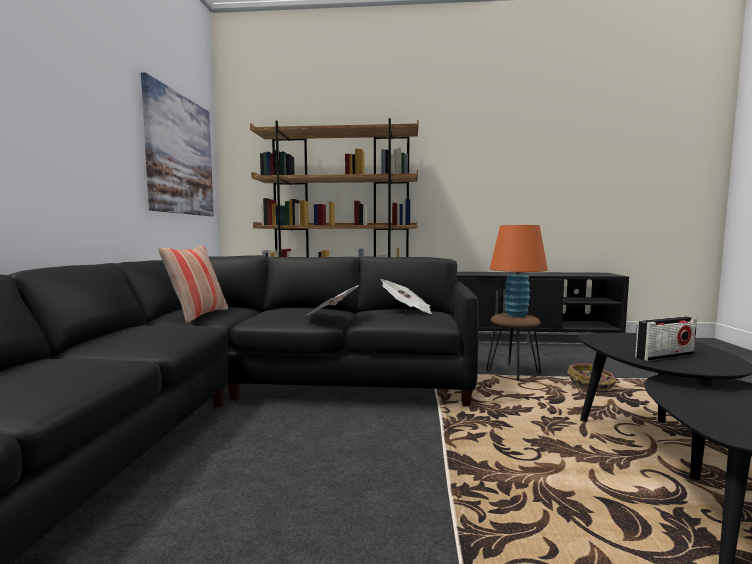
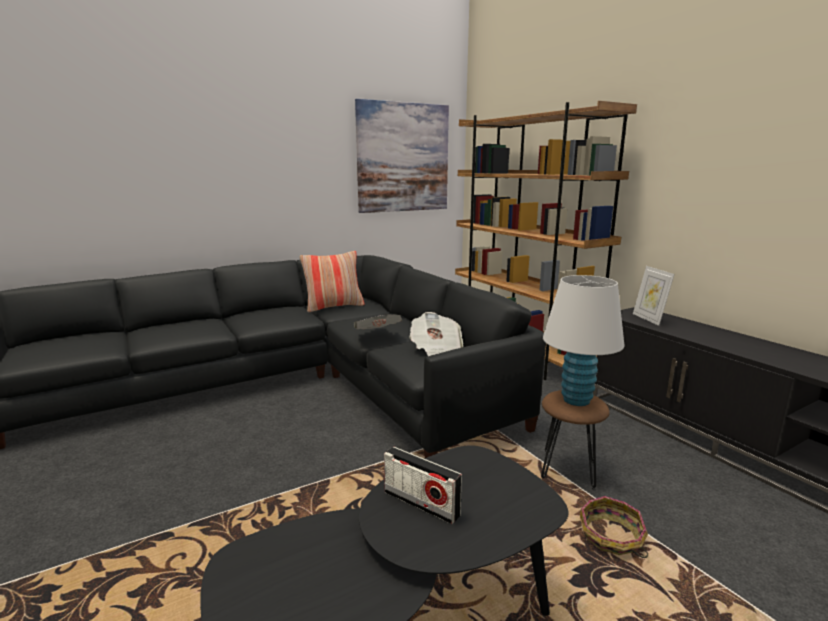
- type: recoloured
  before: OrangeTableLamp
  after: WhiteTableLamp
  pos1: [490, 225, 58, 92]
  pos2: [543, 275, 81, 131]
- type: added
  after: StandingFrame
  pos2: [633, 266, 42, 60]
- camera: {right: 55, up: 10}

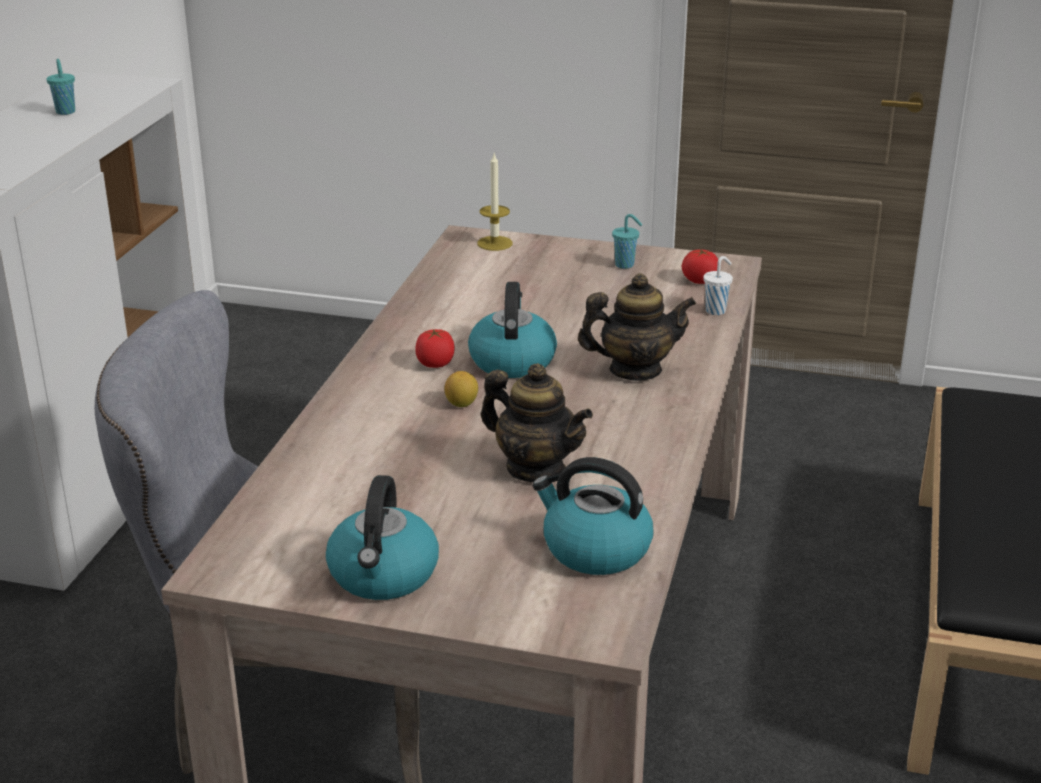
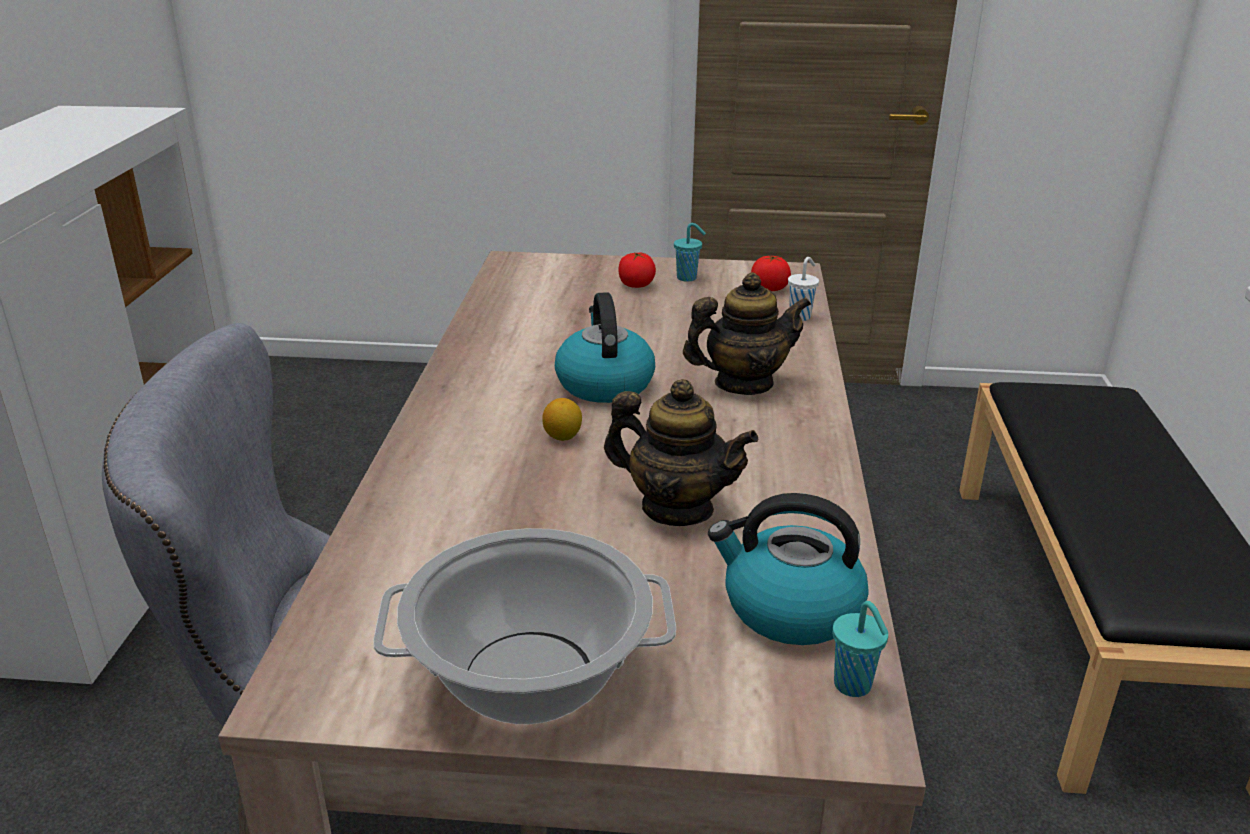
- type: moved
  before: BlueGreenCup
  pos1: [47, 59, 28, 56]
  pos2: [833, 601, 55, 96]
- type: removed
  before: WaxLight
  pos1: [477, 154, 36, 97]
- type: moved
  before: WholeTomato
  pos1: [415, 329, 40, 39]
  pos2: [618, 252, 38, 36]
- type: replaced
  before: WaterKettle
  after: Stockpot
  pos1: [326, 475, 113, 125]
  pos2: [373, 528, 303, 196]
- camera: {right: -10, up: 0}

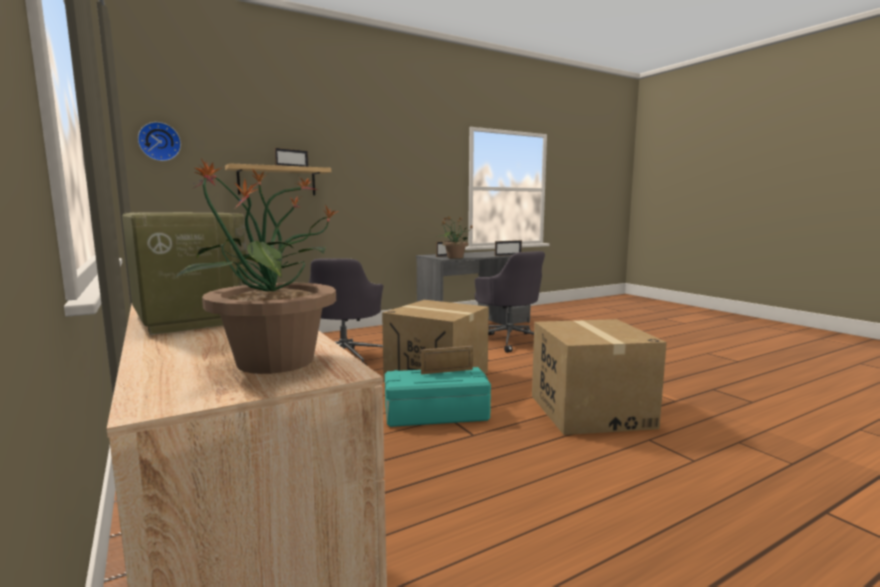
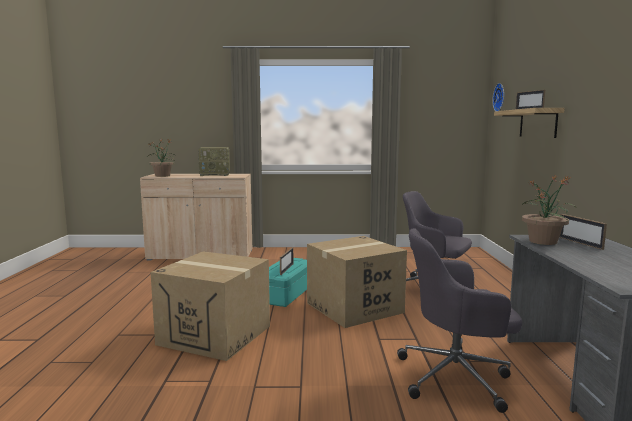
- type: removed
  before: StandingFrame
  pos1: [495, 240, 27, 16]
- camera: {right: 120, up: 0}

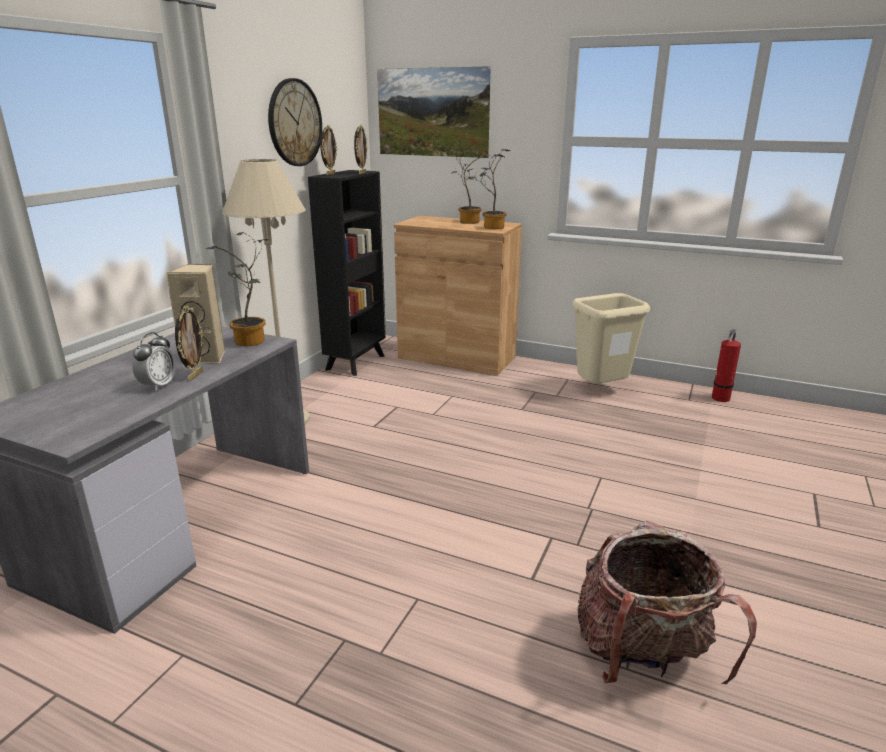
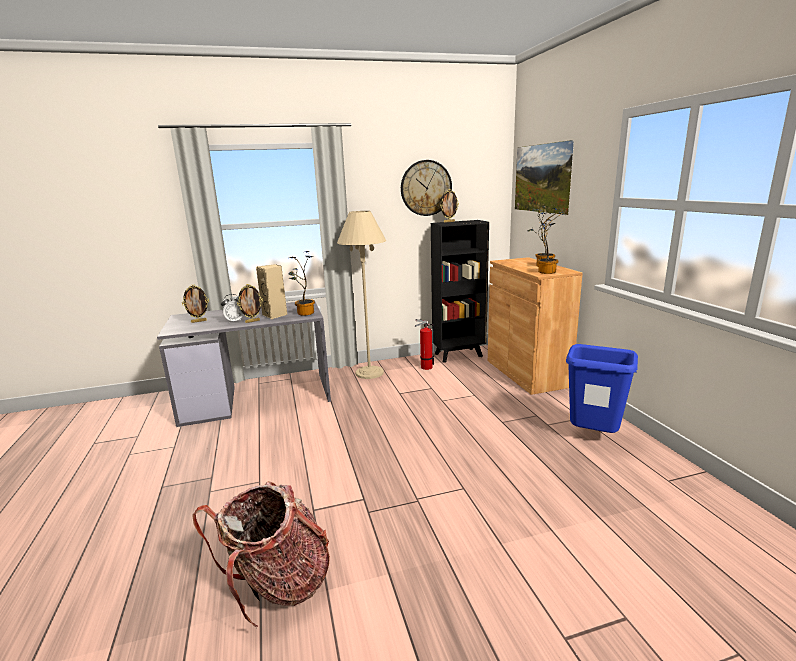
- type: moved
  before: StandingFrame
  pos1: [354, 125, 14, 49]
  pos2: [182, 285, 27, 38]
- type: recoloured
  before: BeigeRubbishBin
  after: BlueRubbishBin
  pos1: [572, 293, 78, 91]
  pos2: [566, 344, 72, 89]
- type: moved
  before: FireExtinguisher
  pos1: [712, 329, 29, 73]
  pos2: [414, 319, 20, 51]
- camera: {right: 50, up: -5}

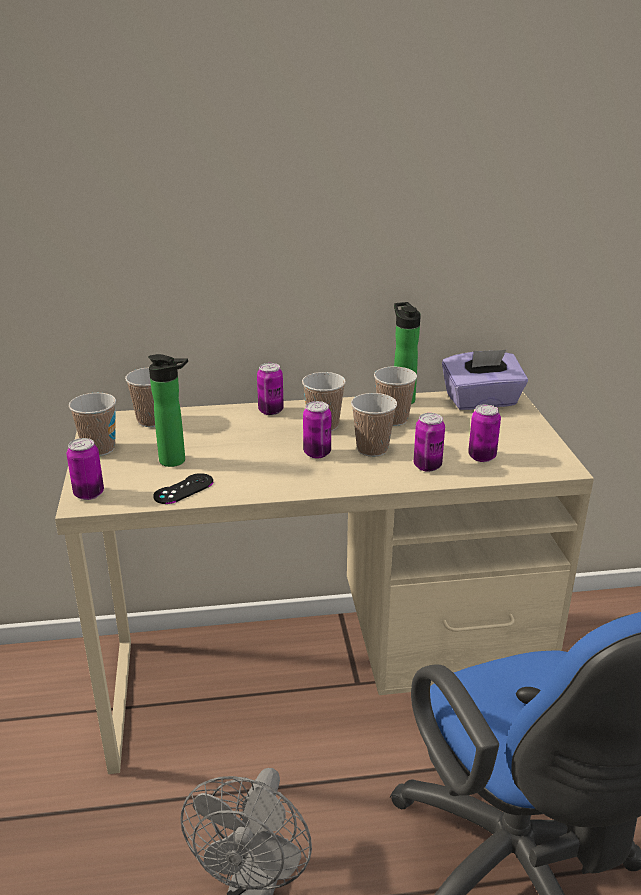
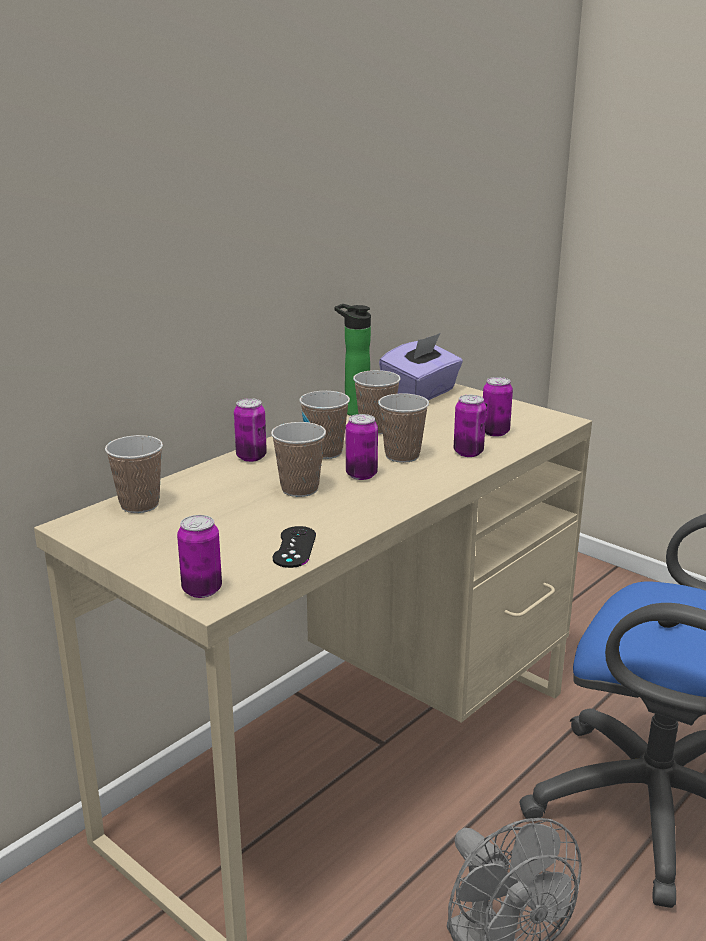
- type: removed
  before: DrinkBottle
  pos1: [148, 354, 40, 113]
- type: moved
  before: Cup
  pos1: [69, 393, 47, 63]
  pos2: [271, 422, 55, 75]
- camera: {right: -40, up: -5}

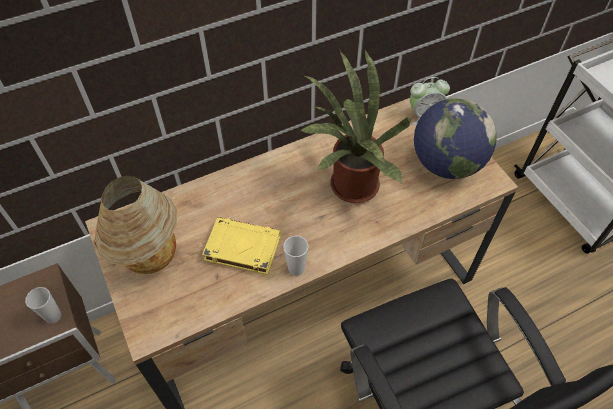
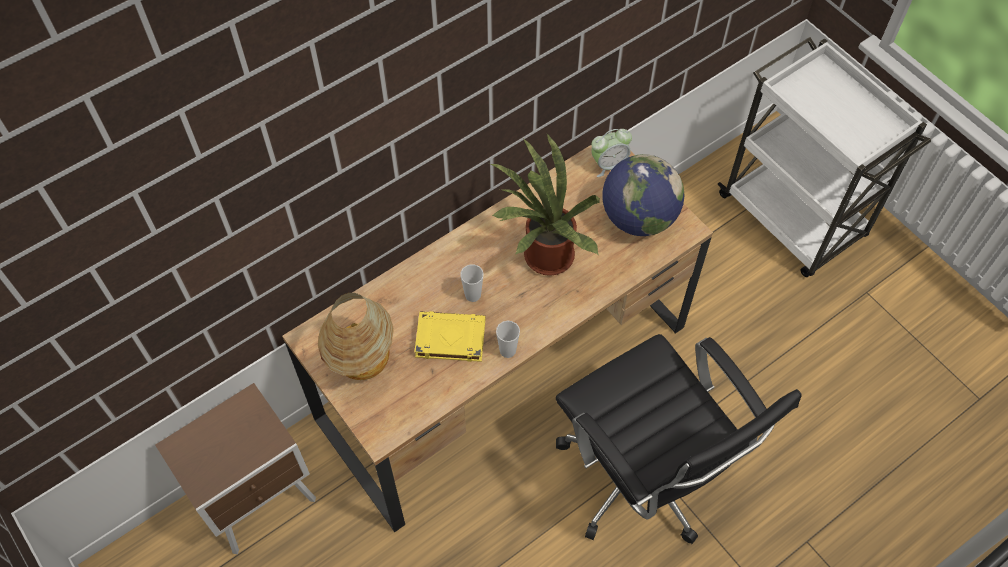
- type: moved
  before: Cup
  pos1: [25, 287, 37, 37]
  pos2: [460, 264, 24, 38]
- camera: {right: -10, up: 5}

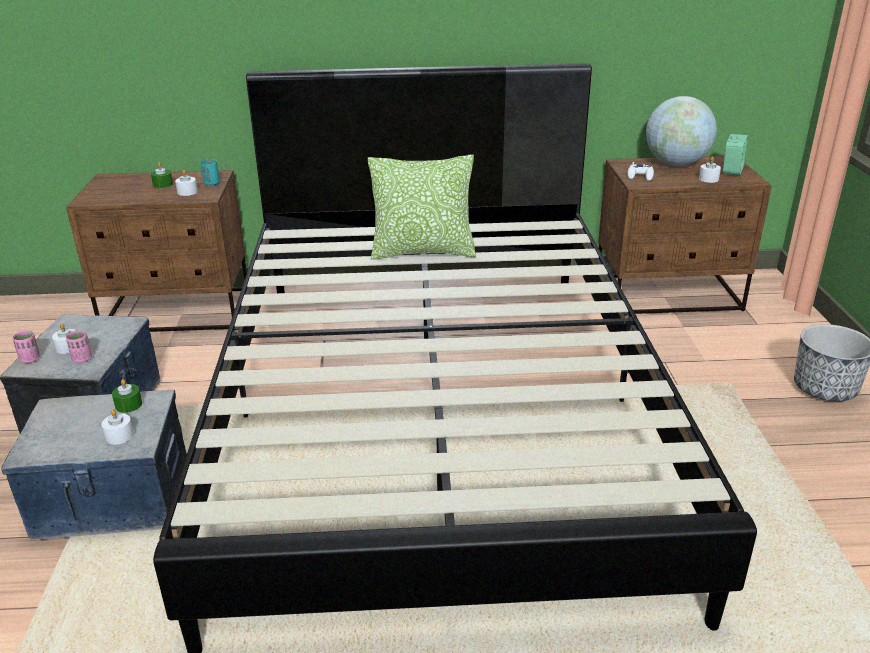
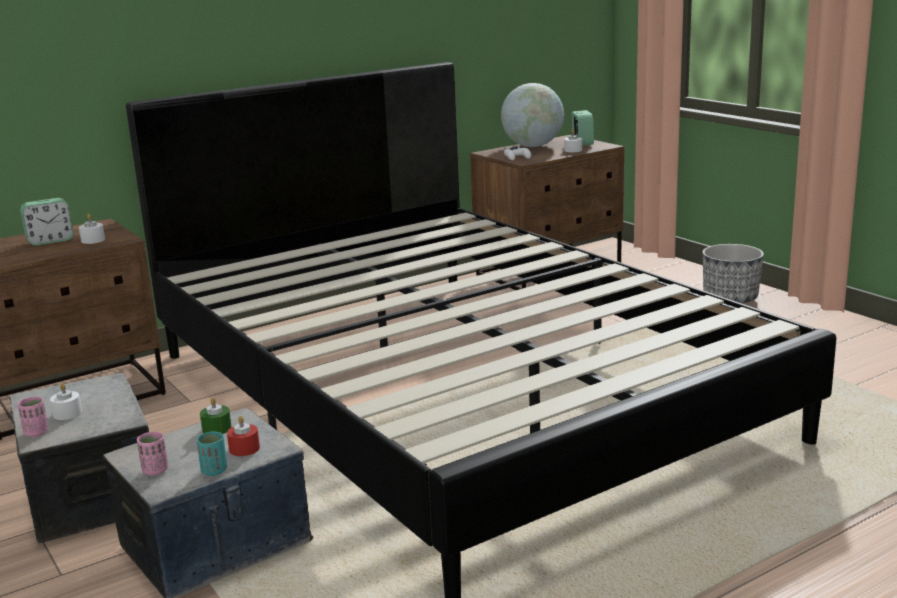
- type: removed
  before: ThrowPillow
  pos1: [368, 154, 108, 106]
- type: moved
  before: BlueGreenCup
  pos1: [200, 159, 20, 27]
  pos2: [197, 431, 30, 45]
- type: replaced
  before: GreenWaxLight
  after: TableClock
  pos1: [151, 163, 22, 25]
  pos2: [20, 198, 54, 48]
- type: moved
  before: PinkColouredCup
  pos1: [66, 330, 26, 33]
  pos2: [137, 432, 31, 44]
- type: recoloured
  before: WhiteWaxLight
  after: RedWaxLight
  pos1: [101, 409, 33, 36]
  pos2: [227, 416, 33, 40]
- camera: {right: -30, up: -10}

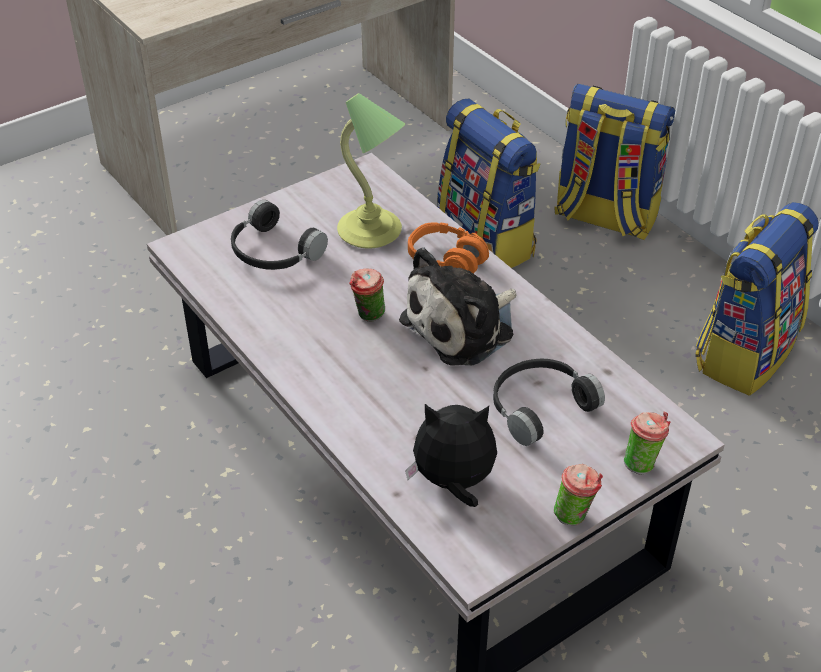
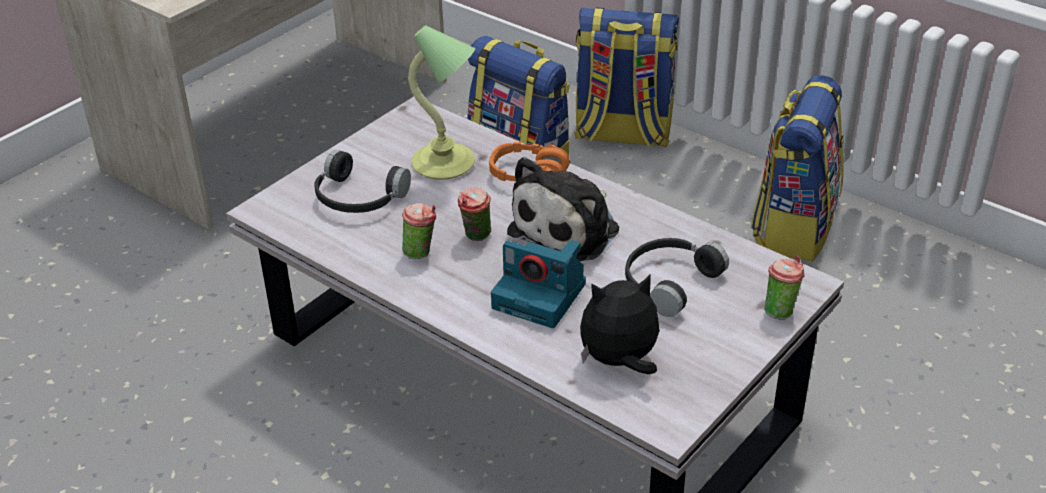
- type: moved
  before: Cup
  pos1: [554, 464, 49, 61]
  pos2: [402, 203, 34, 56]
- type: added
  after: PhotoCamera
  pos2: [491, 240, 95, 88]
- camera: {right: -15, up: -5}

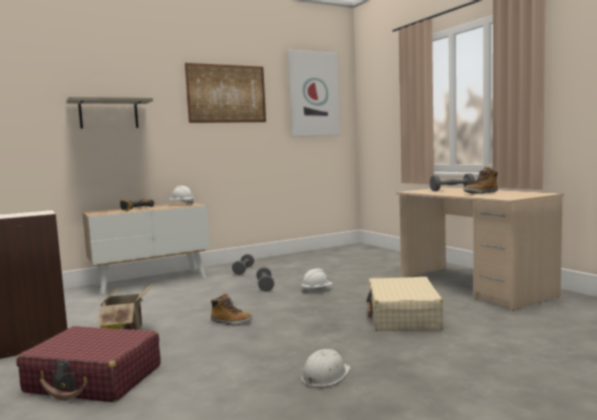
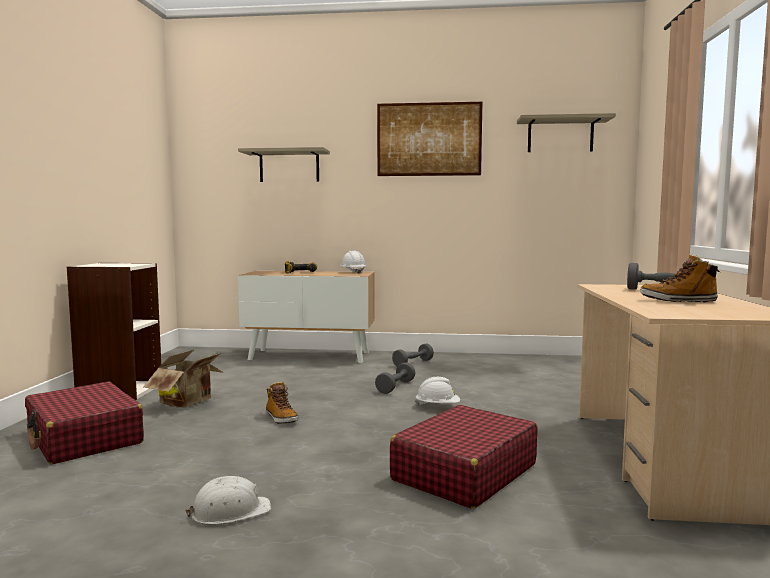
- type: replaced
  before: WallArt
  after: BracketShelf
  pos1: [288, 49, 52, 88]
  pos2: [517, 113, 99, 39]
- type: recoloured
  before: BeigeSuitcase
  after: RedSuitcase
  pos1: [366, 277, 78, 54]
  pos2: [390, 405, 148, 104]
- camera: {right: 35, up: 0}

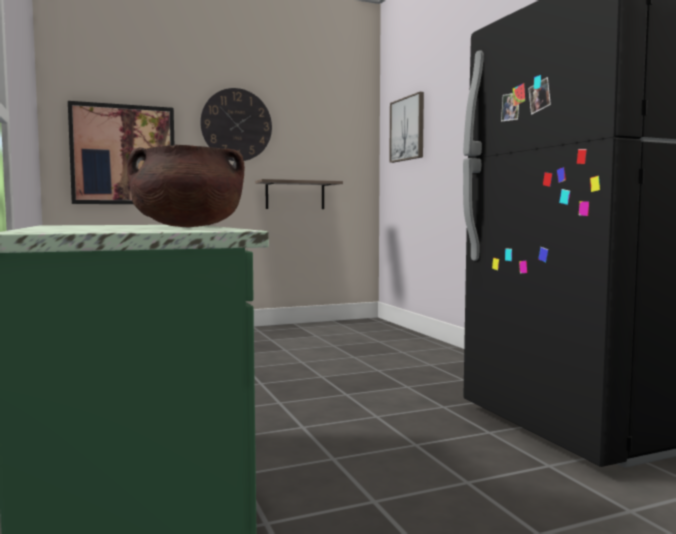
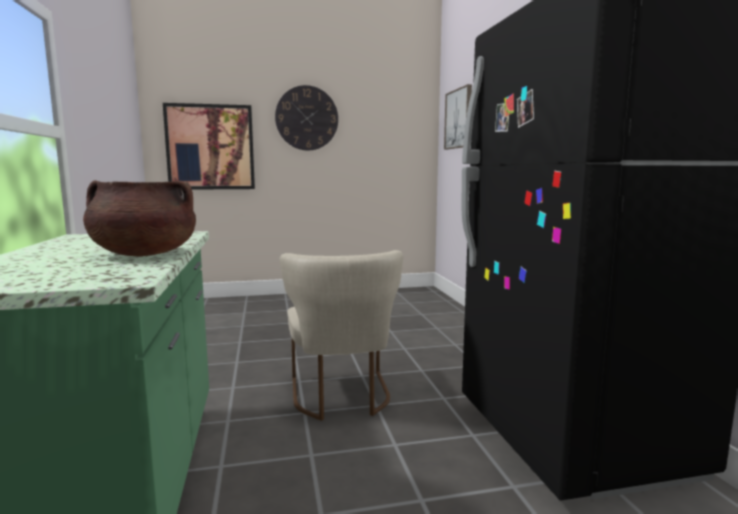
- type: removed
  before: BracketShelf
  pos1: [255, 179, 88, 30]
- type: added
  after: BeigeChair
  pos2: [280, 250, 123, 171]
- camera: {right: 10, up: 5}

